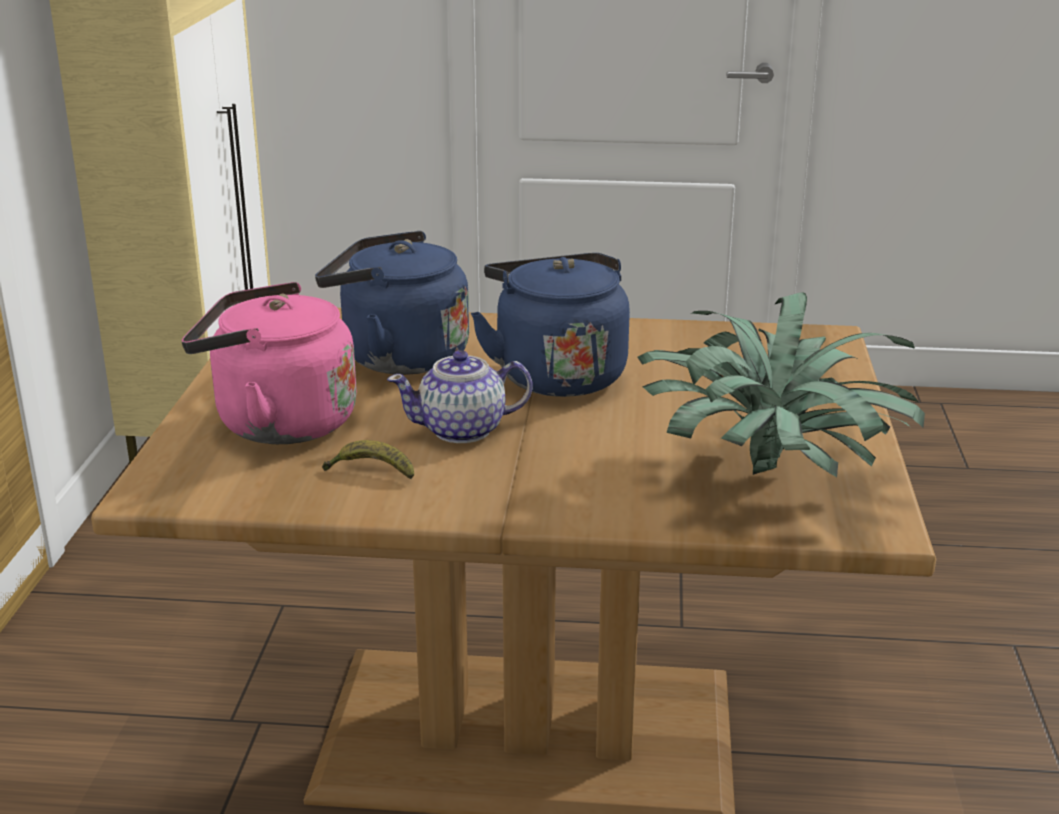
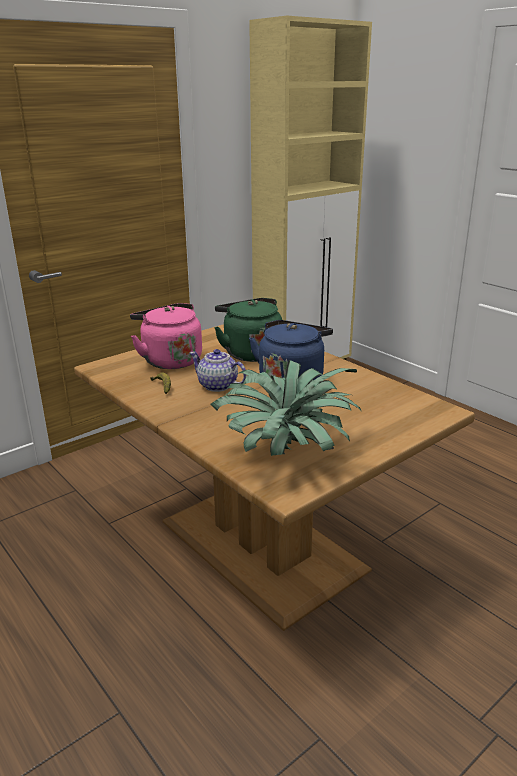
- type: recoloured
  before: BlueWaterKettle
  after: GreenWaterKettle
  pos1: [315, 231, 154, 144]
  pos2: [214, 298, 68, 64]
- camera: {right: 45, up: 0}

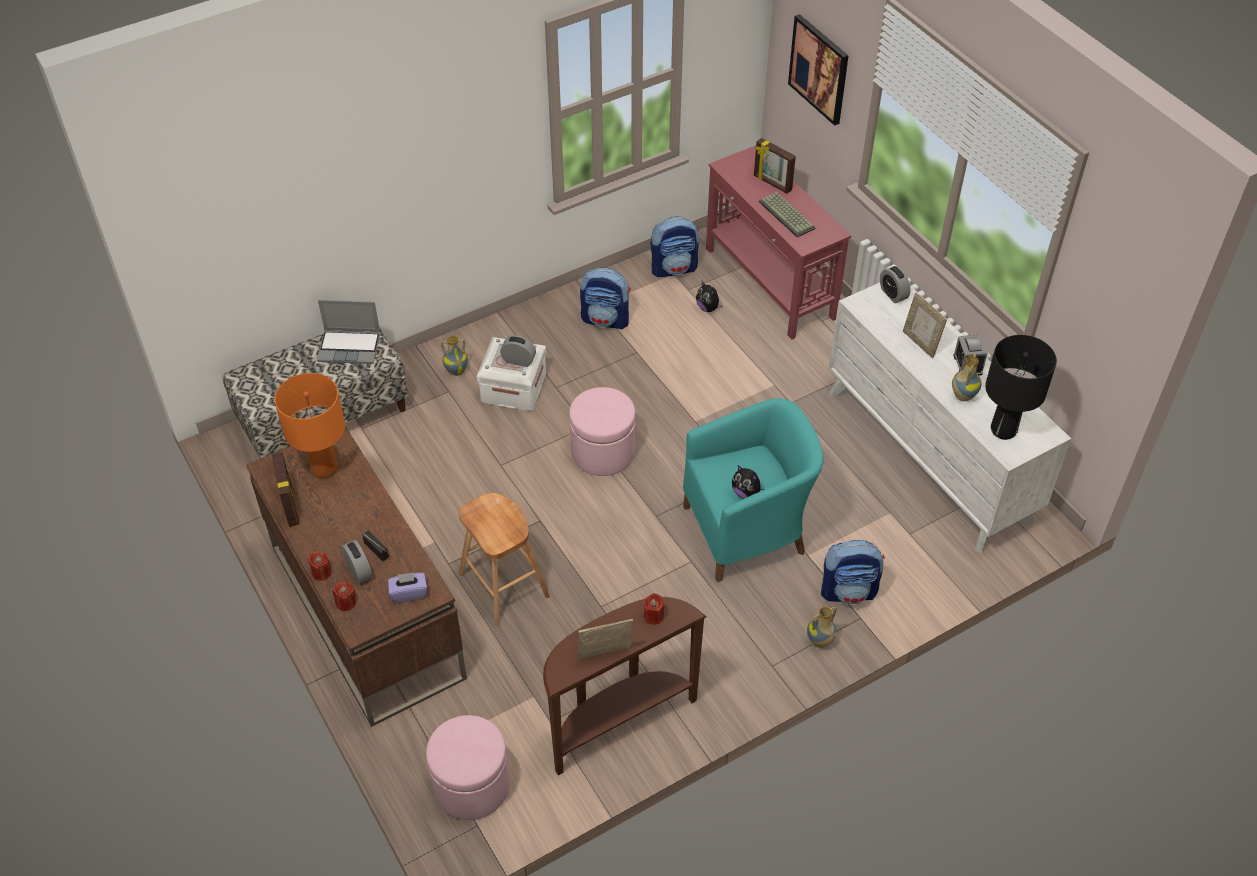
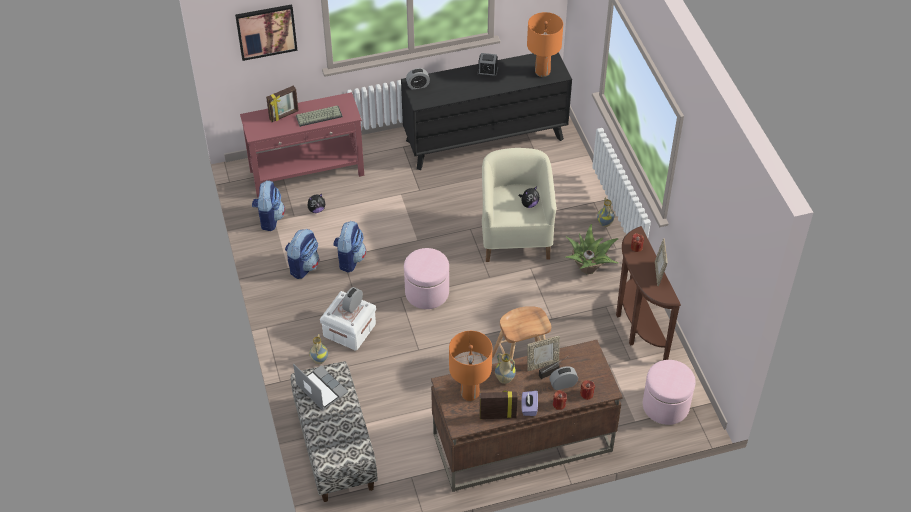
- type: recoloured
  before: WhiteDresser
  after: BlackishDresser
  pos1: [829, 283, 242, 270]
  pos2: [401, 52, 171, 118]
- type: moved
  before: StandingFrame
  pos1: [903, 292, 44, 66]
  pos2: [527, 336, 33, 35]
- type: turned
  before: NotebookComputer
  pos1: [317, 300, 64, 64]
  pos2: [293, 364, 55, 46]
  turn: -60
- type: recoloured
  before: BlackishTableLamp
  after: OrangeTableLamp
  pos1: [985, 335, 72, 105]
  pos2: [527, 12, 36, 65]
- type: moved
  before: Vase
  pos1: [952, 353, 30, 48]
  pos2: [495, 353, 21, 31]
- type: recoloured
  before: BlueGreenArmchair
  after: BeigeArmchair
  pos1: [683, 398, 141, 184]
  pos2: [482, 148, 74, 114]
- type: moved
  before: Knapsack
  pos1: [821, 540, 64, 65]
  pos2: [333, 221, 33, 52]
- type: moved
  before: PurplishTissueHolder
  pos1: [388, 572, 39, 31]
  pos2: [521, 391, 17, 25]
- type: added
  after: PlantInAPot
  pos2: [565, 224, 54, 50]
- camera: {right: -75, up: 0}

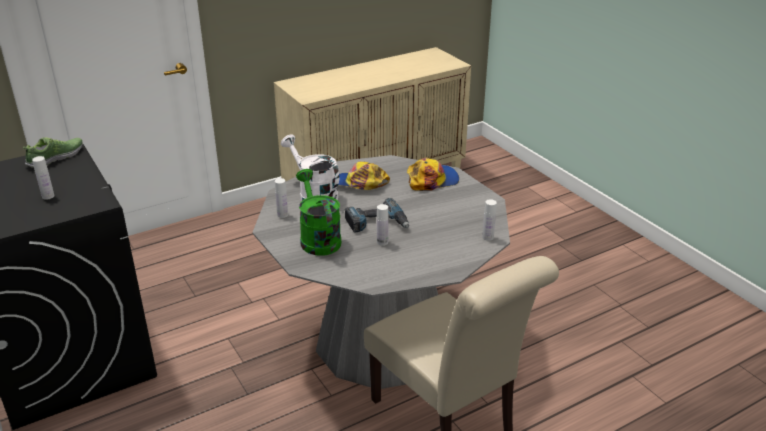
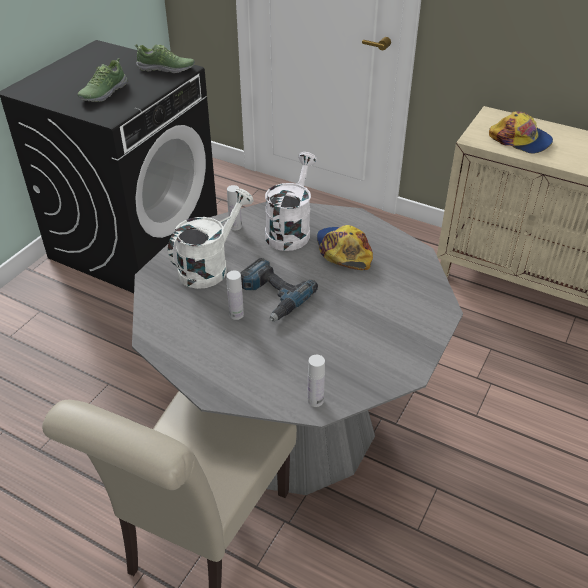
- type: replaced
  before: WhiteDrinkBottle
  after: Shoe
  pos1: [32, 156, 23, 44]
  pos2: [78, 58, 50, 44]
- type: moved
  before: PeakedCap
  pos1: [407, 158, 52, 33]
  pos2: [489, 111, 64, 43]
- type: recoloured
  before: GreenWateringPot
  after: WhiteWateringPot
  pos1: [296, 169, 45, 87]
  pos2: [168, 188, 85, 101]
- camera: {right: 60, up: 10}

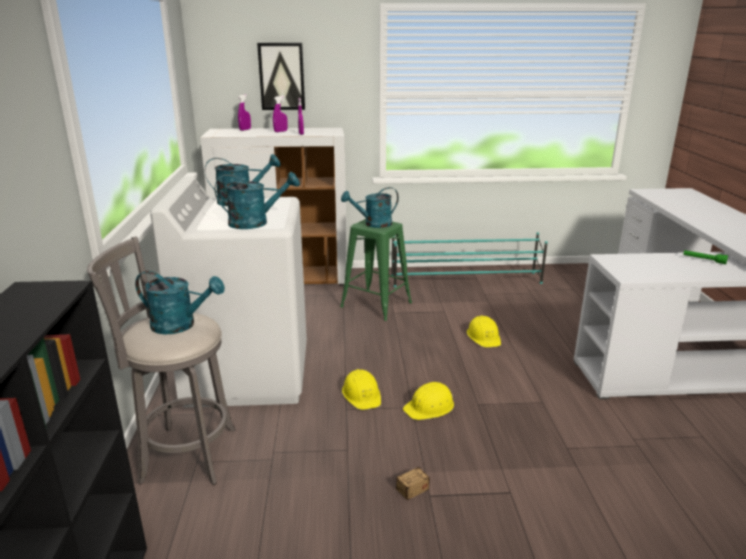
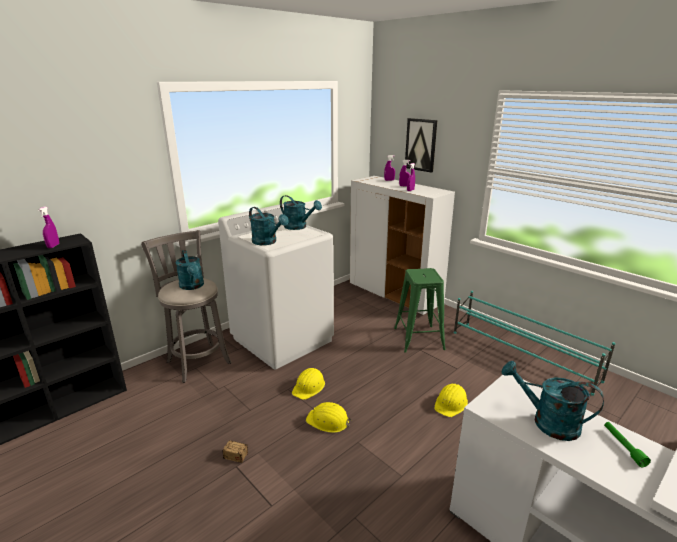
- type: moved
  before: BlueGreenWateringPot
  pos1: [341, 187, 58, 41]
  pos2: [502, 361, 102, 80]
- type: added
  after: PurplishHandSprayer
  pos2: [38, 206, 21, 42]
- camera: {right: 50, up: 0}

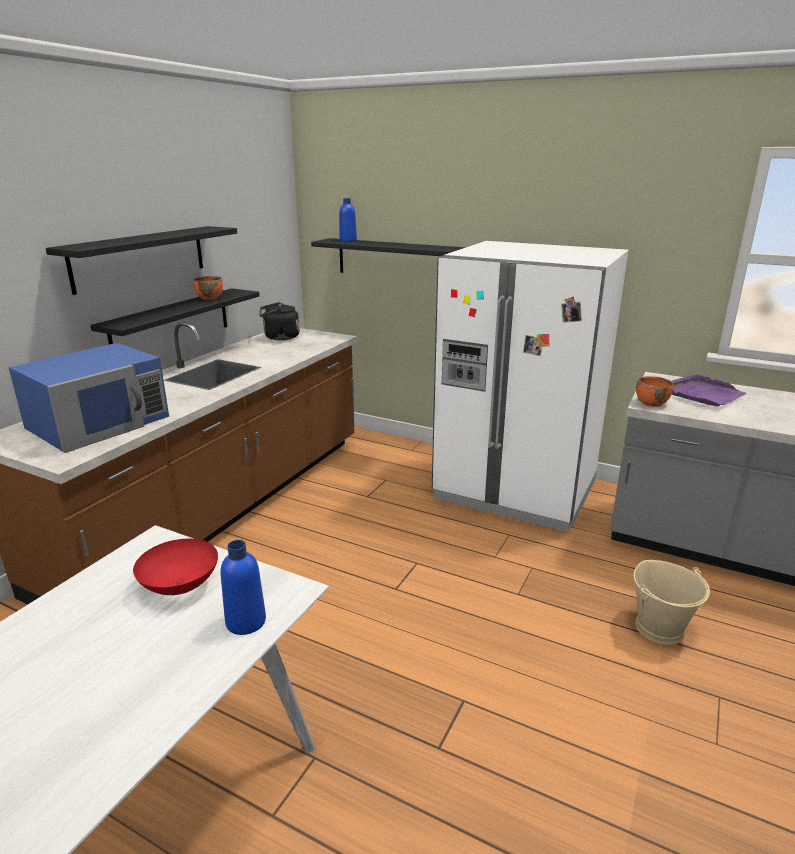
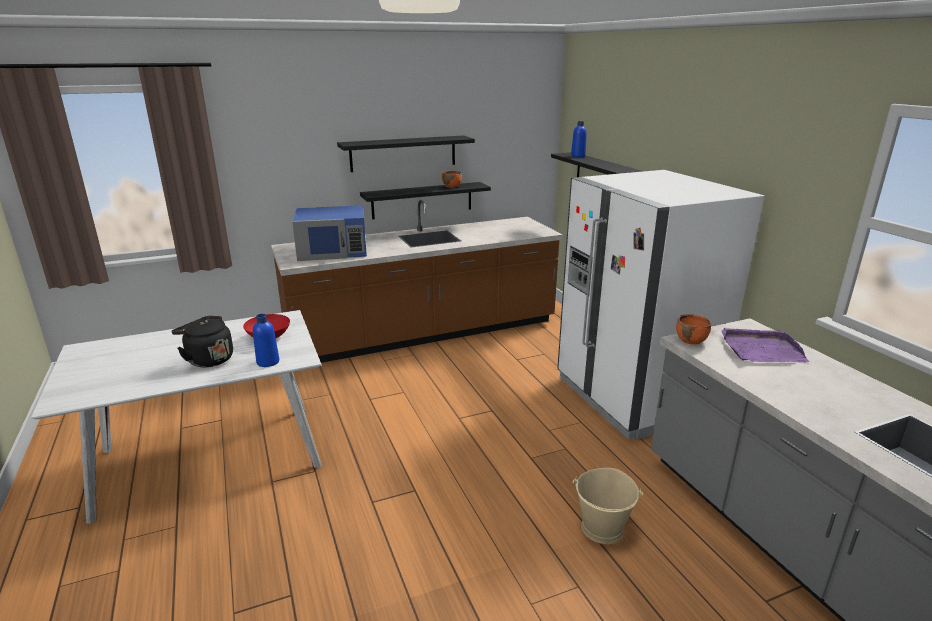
- type: moved
  before: BlackishWaterKettle
  pos1: [259, 302, 41, 38]
  pos2: [172, 316, 61, 51]
- camera: {right: 40, up: 0}

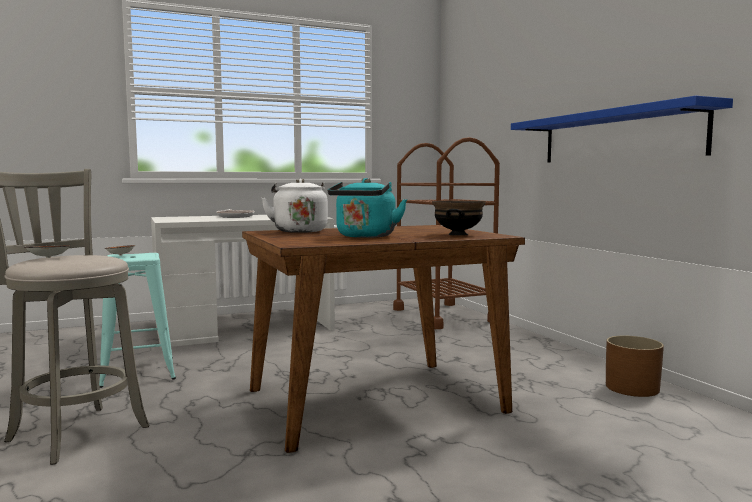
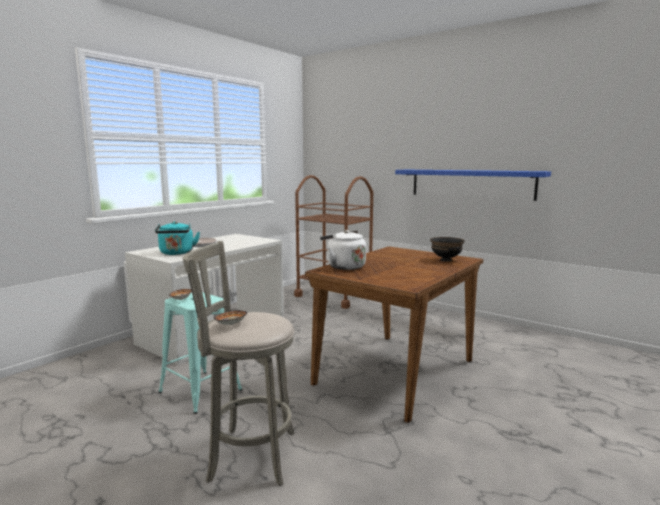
- type: moved
  before: BlueGreenWaterKettle
  pos1: [328, 178, 79, 60]
  pos2: [155, 221, 45, 34]
- type: removed
  before: BrownPlantPot
  pos1: [606, 336, 58, 61]
- camera: {right: -30, up: 5}

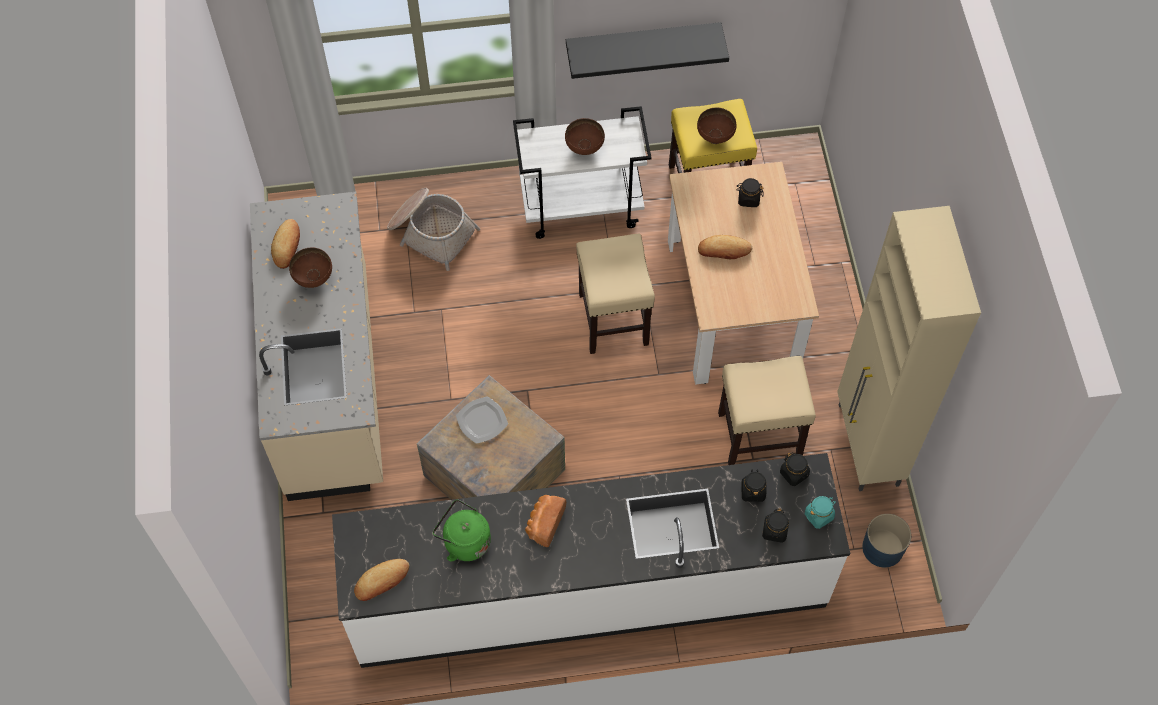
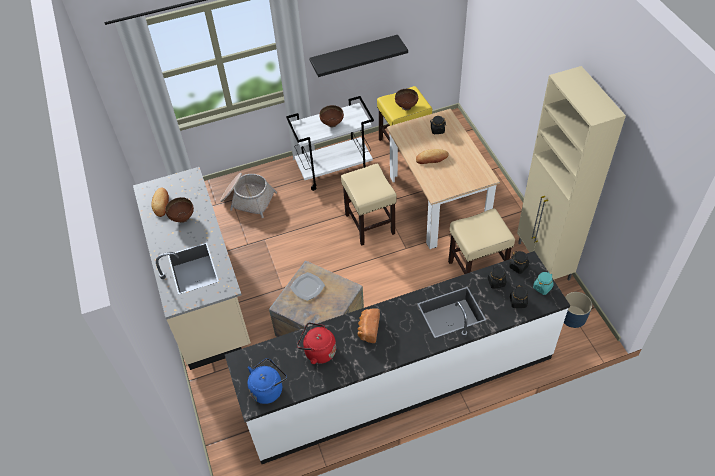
- type: recoloured
  before: GreenWaterKettle
  after: RedWaterKettle
  pos1: [433, 499, 58, 62]
  pos2: [297, 322, 39, 42]
- type: replaced
  before: BakeryBread
  after: BlueWaterKettle
  pos1: [354, 559, 55, 42]
  pos2: [247, 358, 40, 46]
- camera: {right: -10, up: -10}

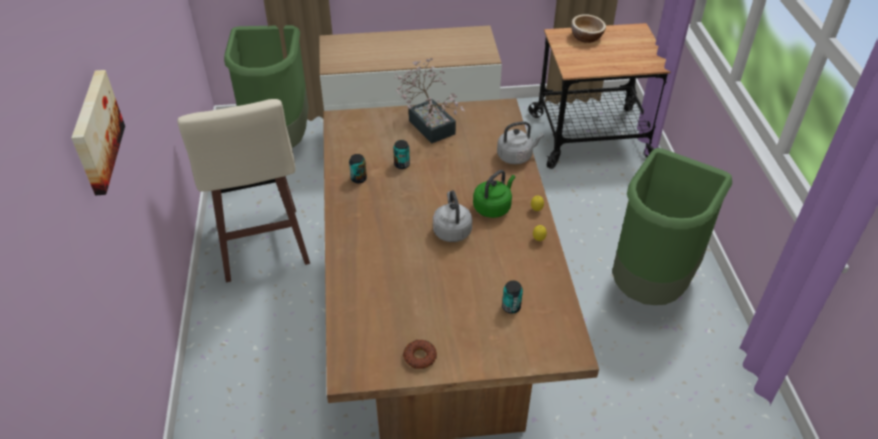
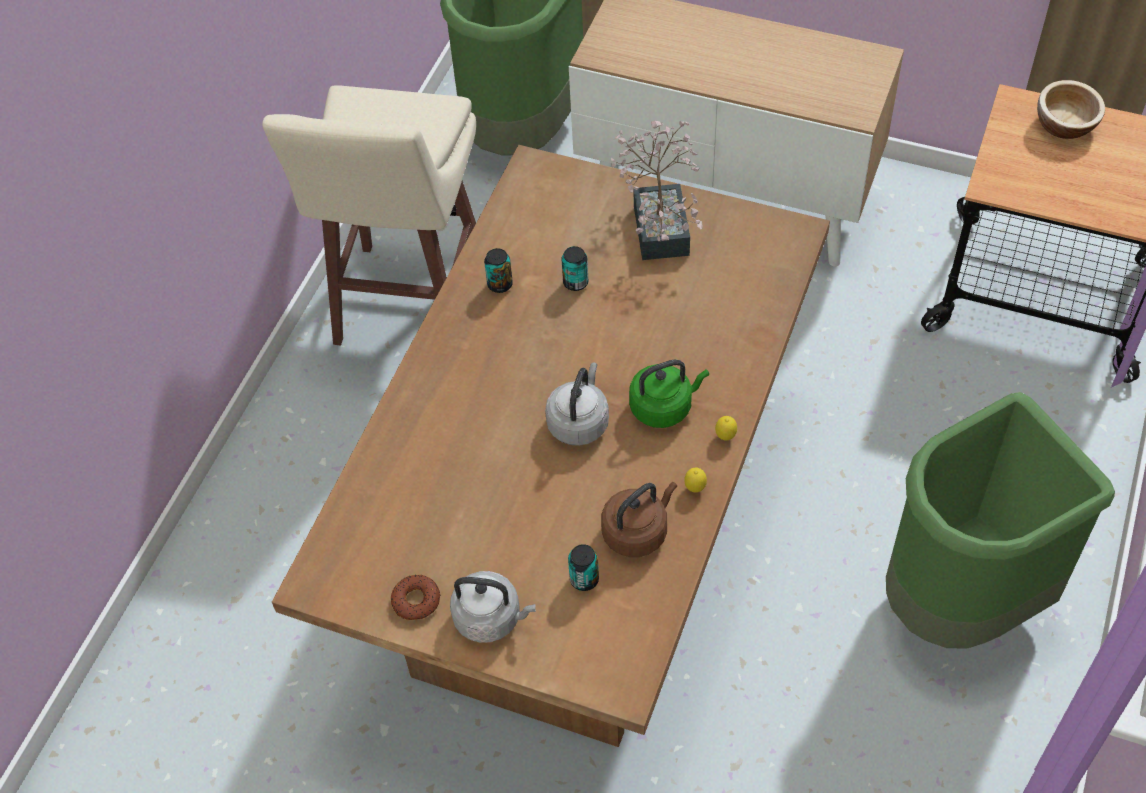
- type: removed
  before: WallArt
  pos1: [71, 70, 54, 126]
- type: moved
  before: GreyWaterKettle
  pos1: [497, 121, 47, 43]
  pos2: [450, 571, 86, 72]
- type: added
  after: BrownWaterKettle
  pos2: [601, 482, 76, 75]
- camera: {right: 30, up: 10}

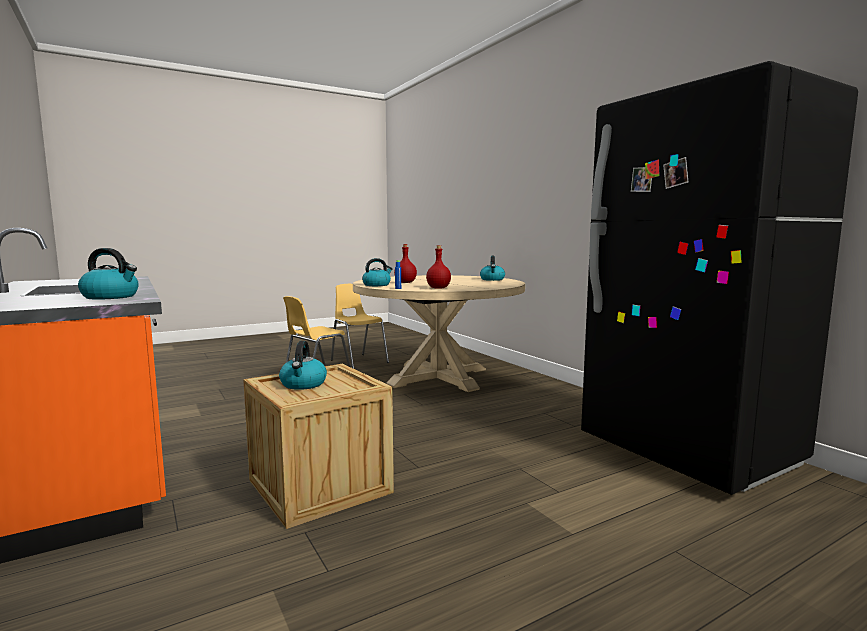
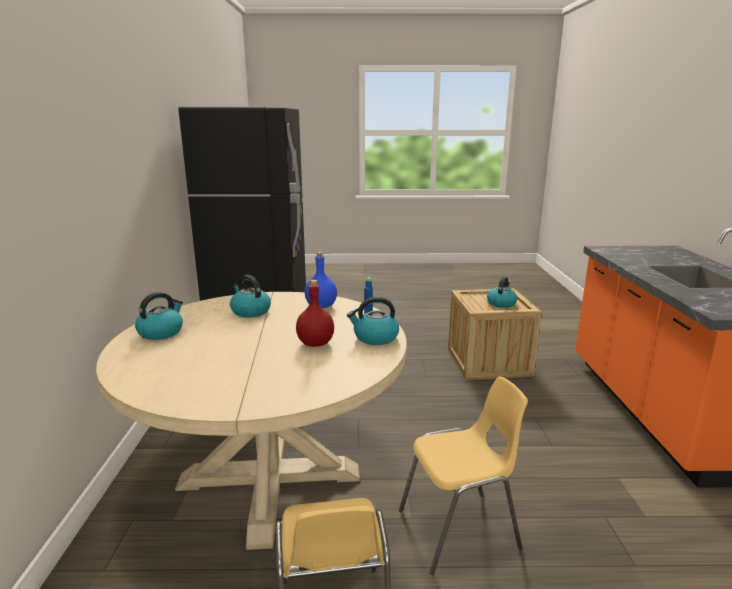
- type: recoloured
  before: RedDrinkBottle
  after: BlueDrinkBottle
  pos1: [426, 245, 25, 44]
  pos2: [305, 252, 32, 56]
- type: moved
  before: WaterKettle
  pos1: [78, 248, 61, 52]
  pos2: [230, 275, 41, 42]
- camera: {right: -150, up: 10}

